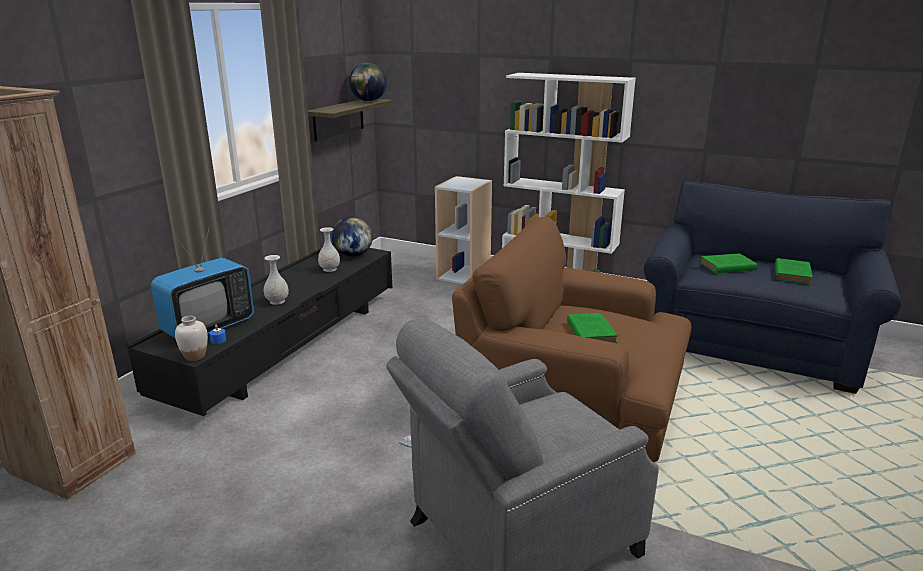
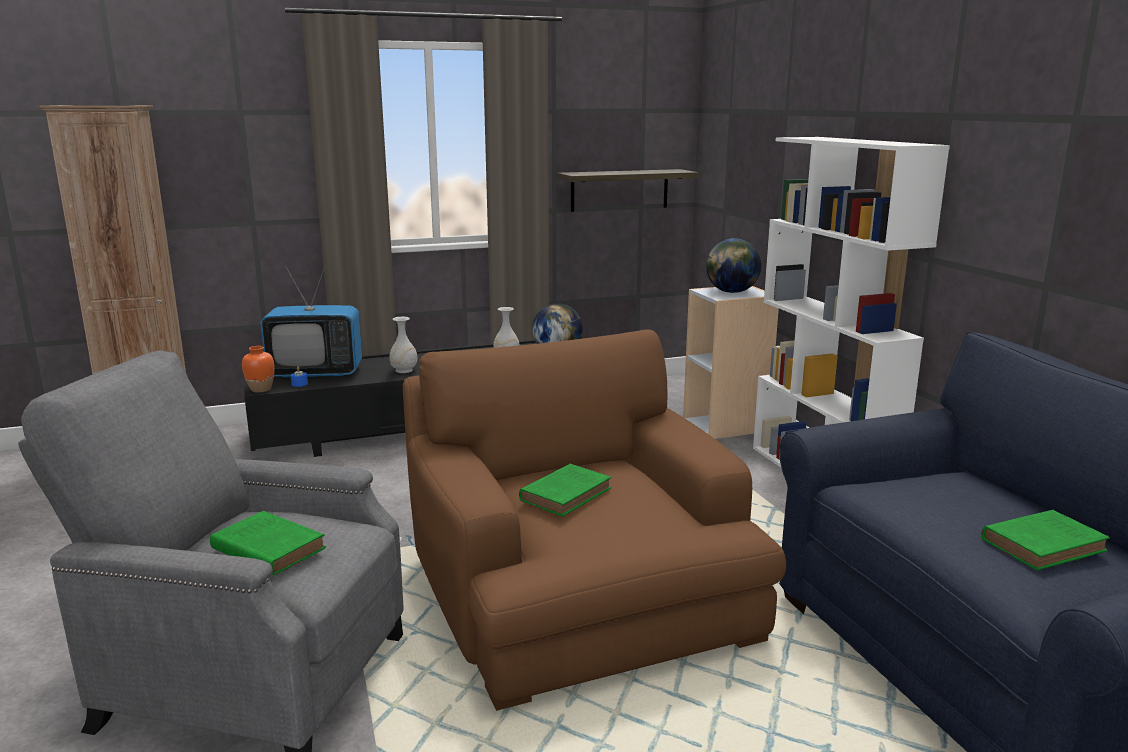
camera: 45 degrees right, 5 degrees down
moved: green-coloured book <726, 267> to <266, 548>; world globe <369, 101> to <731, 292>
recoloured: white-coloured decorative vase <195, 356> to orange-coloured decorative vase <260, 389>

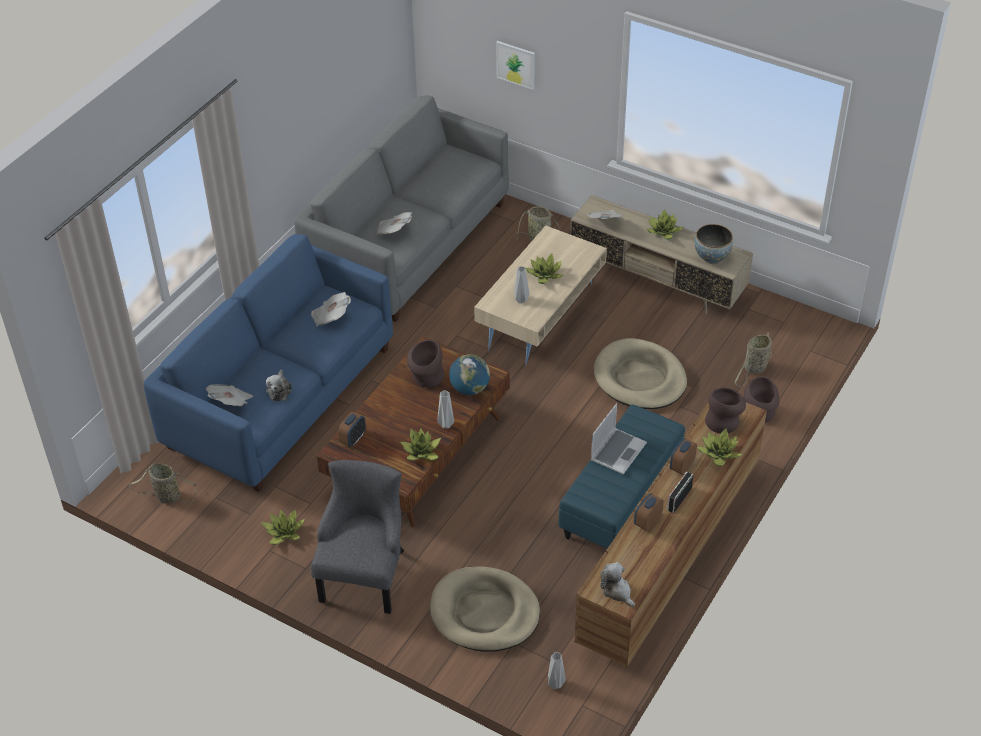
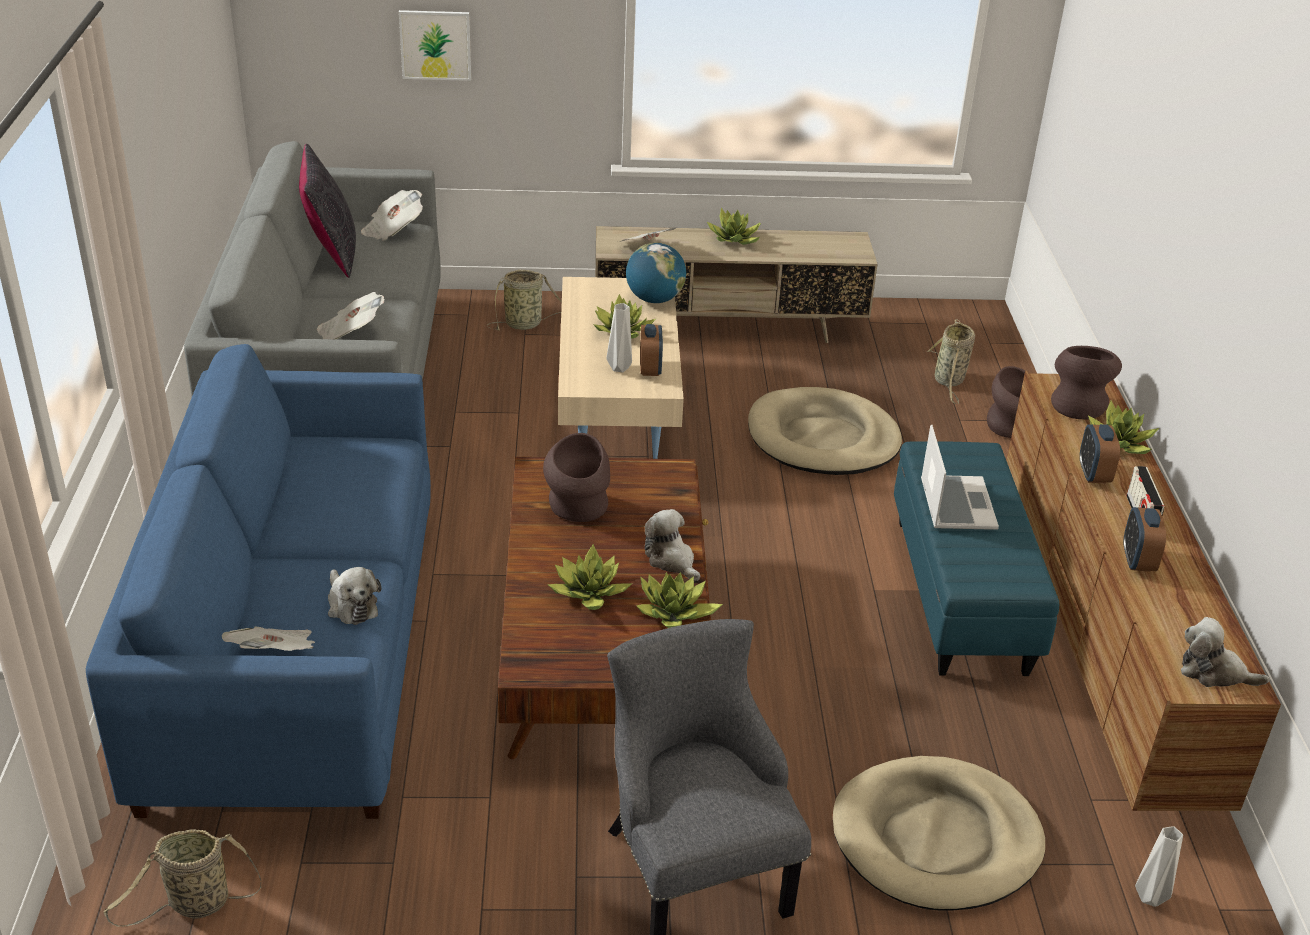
camera: 35 degrees left, 10 degrees down
removed: serving bowl <711, 257>
added: blackish cushion <331, 253>
moved: newspaper <331, 317> to <392, 230>; houseplant <283, 533> to <589, 593>; world globe <470, 389> to <654, 299>; table clock <353, 439> to <650, 369>
replaced: grey decorative vase <445, 424> to cuddly toy <672, 560>

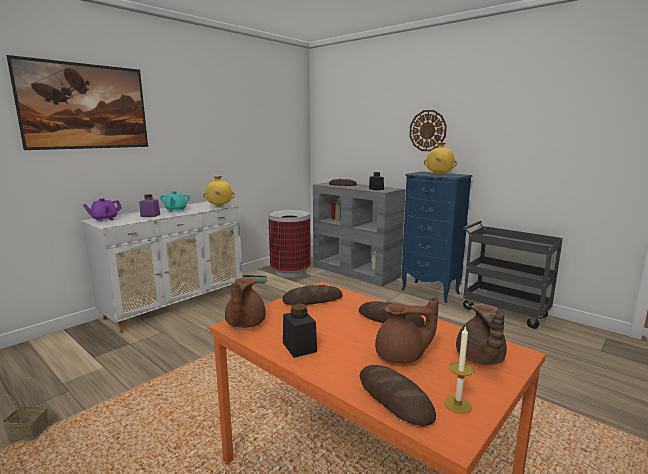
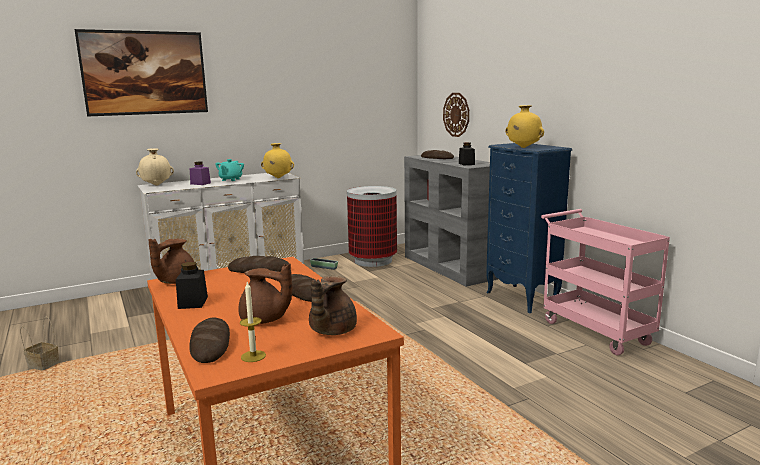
camera: 20 degrees right, 0 degrees up
moved: wall clock <427, 130> to <456, 114>
replaced: purplish tea pot <104, 219> to sand-coloured decorative vase <157, 185>
recoloured: grey cart <502, 312> to pink cart <593, 333>

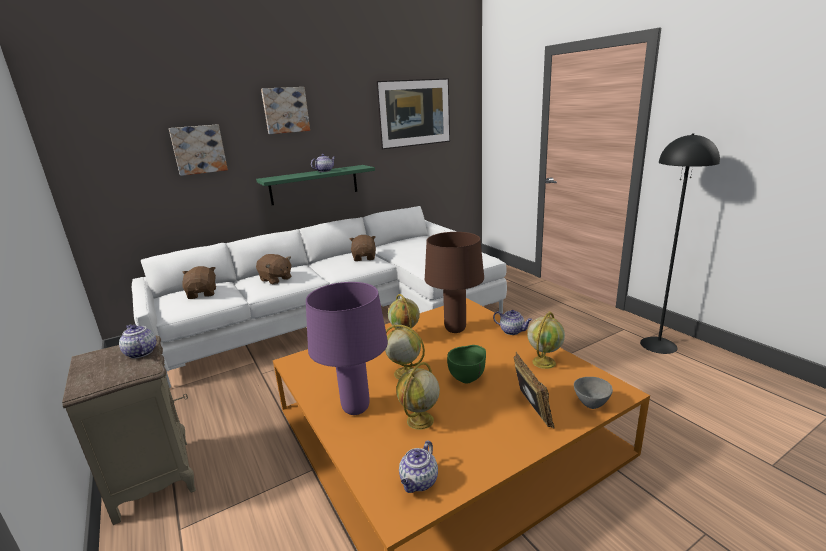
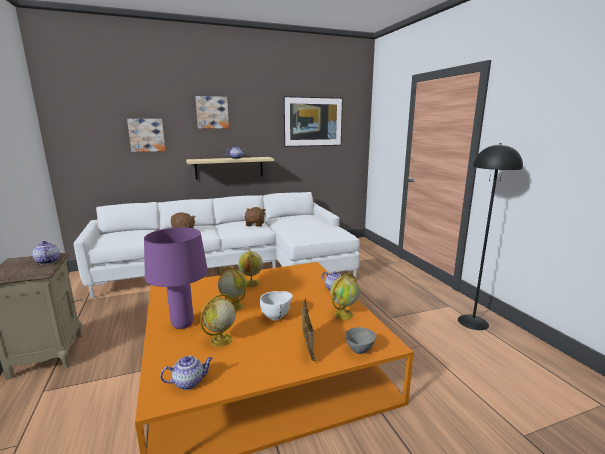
camera: 10 degrees right, 5 degrees down
removed: brown cuddly toy <203, 293>; brown table lamp <454, 329>
recoloured: green-coloured shelf <314, 184> to sand-coloured shelf <229, 168>; green-coloured serving bowl <468, 379> to white-coloured serving bowl <277, 317>
turned: tea pot <419, 482> = <189, 382> 150 degrees counterclockwise

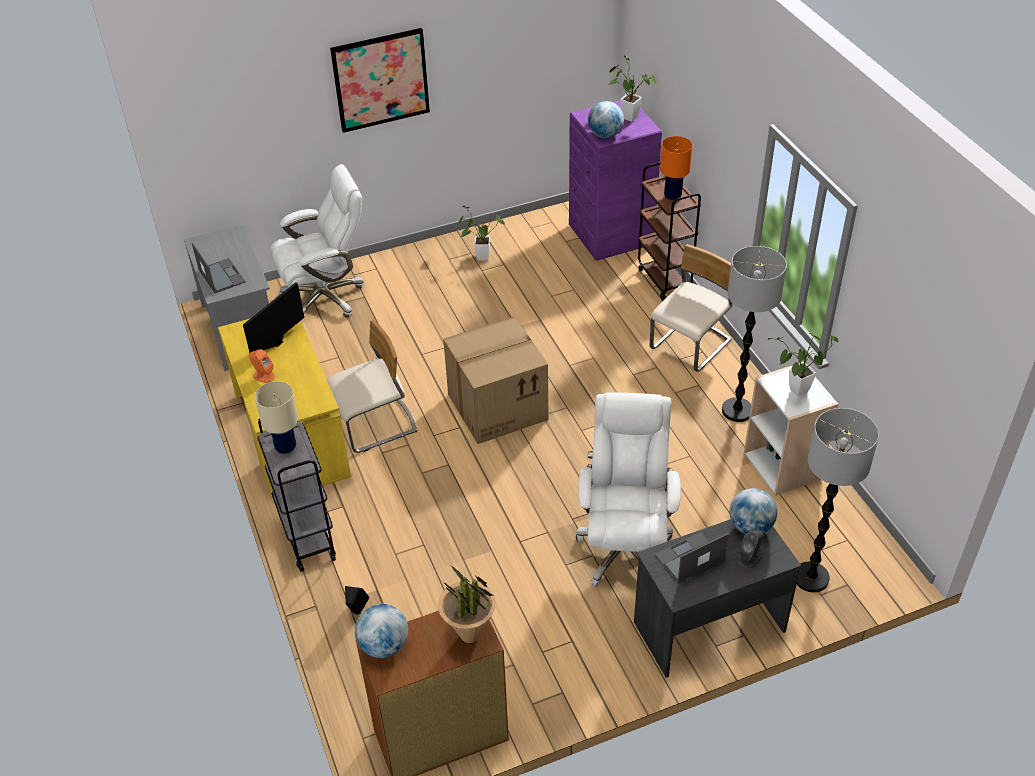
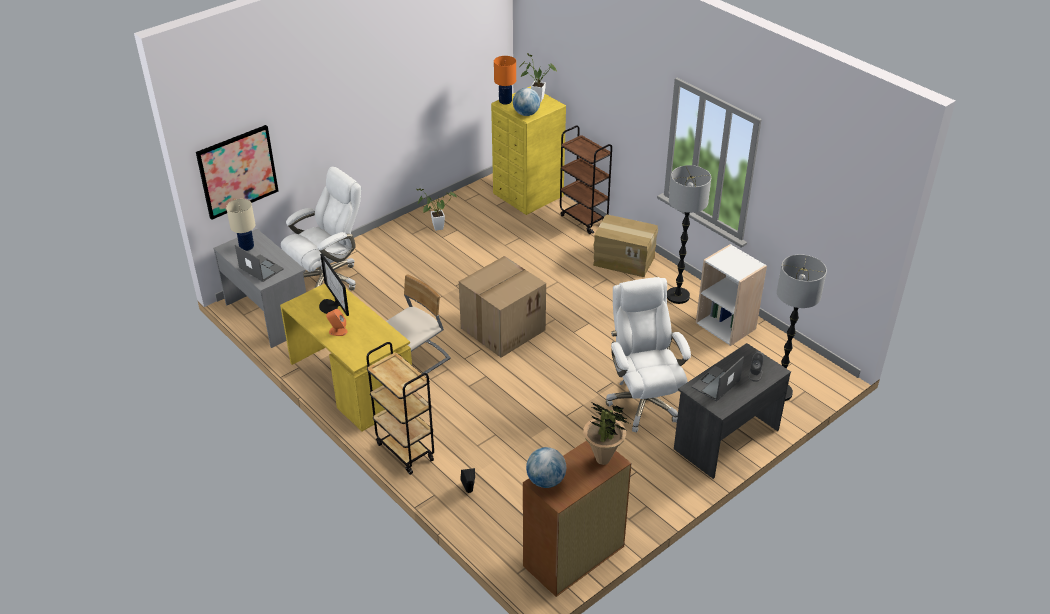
camera: 20 degrees left, 5 degrees down
removed: world globe <750, 527>; houseplant <795, 391>
moved: picture <381, 80> to <237, 171>; sand-coloured table lamp <286, 448> to <247, 248>; orange-coloured table lamp <673, 196> to <505, 102>
replaced: sand-coloured chair <691, 346> to cardboard box <624, 260>
recoloured: grey cart <307, 540> to brown cart <404, 452>; purplish dresser <610, 235> to yellow dresser <528, 195>
turned: computer screen <273, 341> = <331, 306> 45 degrees counterclockwise

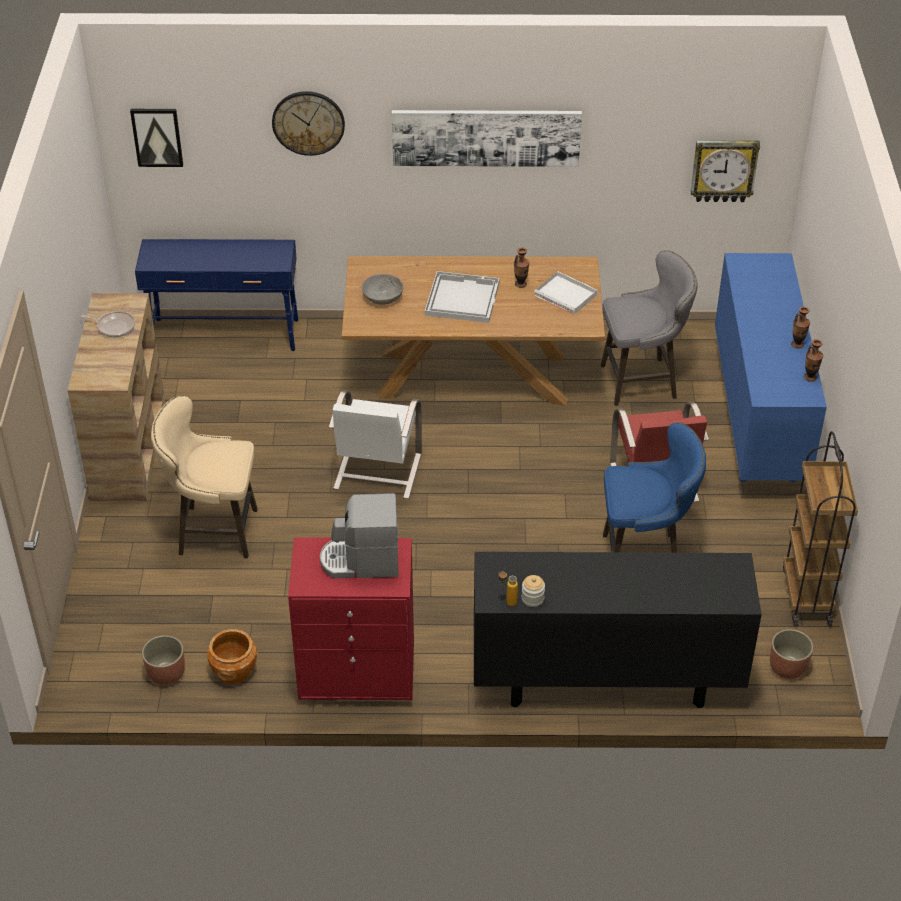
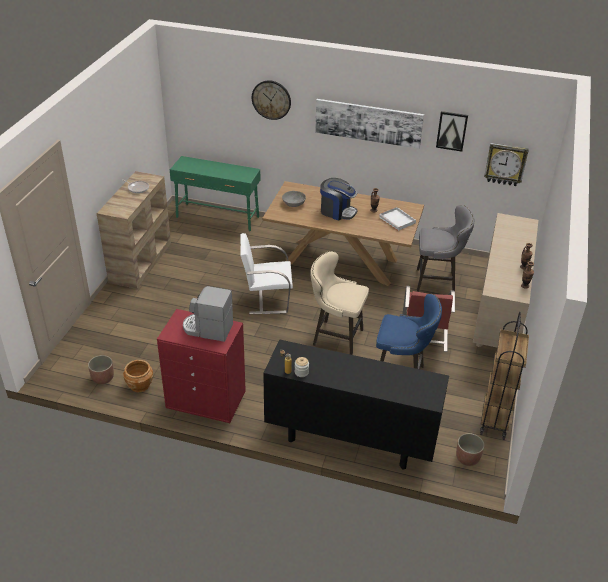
camera: 15 degrees right, 5 degrees down
moved: sand-coloured stool seat <213, 531> to <335, 336>; picture <157, 137> to <451, 131>
replaced: white-coloured tray <461, 298> to coffee brewer <337, 211>
recoloured: bluish hall table <225, 335> to green-coloured hall table <217, 217>; bluish dresser <757, 424> to sand-coloured dresser <498, 317>
turned: white-coloured chair <376, 473> = <266, 299> 60 degrees clockwise

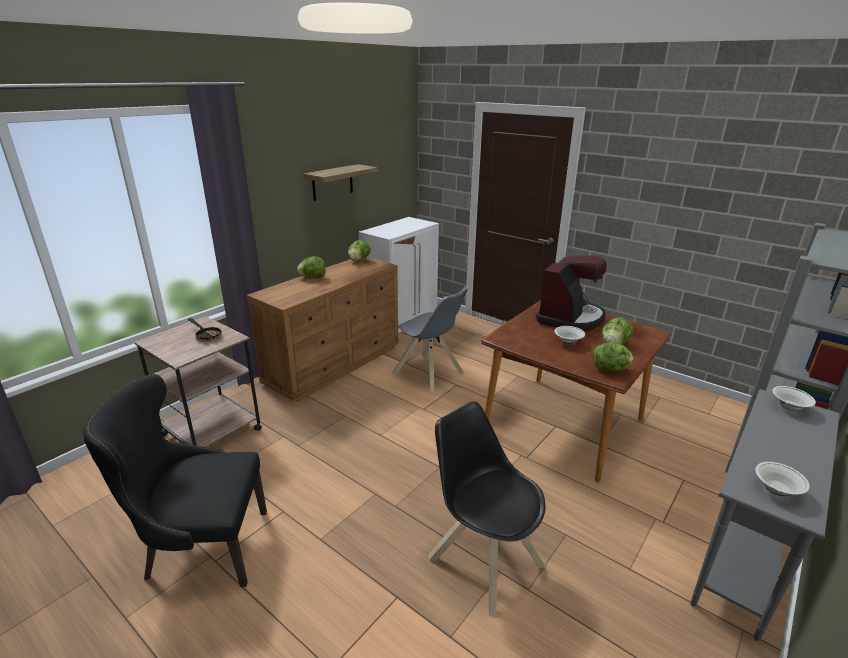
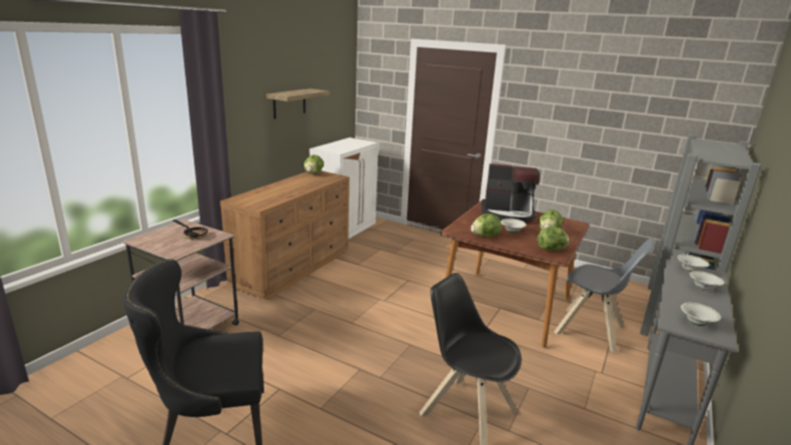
camera: 10 degrees left, 5 degrees down
added: white-coloured serving bowl <703, 288>
moved: head of lettuce <312, 278> to <484, 236>; grey chair <429, 374> to <592, 331>
turned: coffee brewer <570, 318> = <507, 214> 75 degrees clockwise

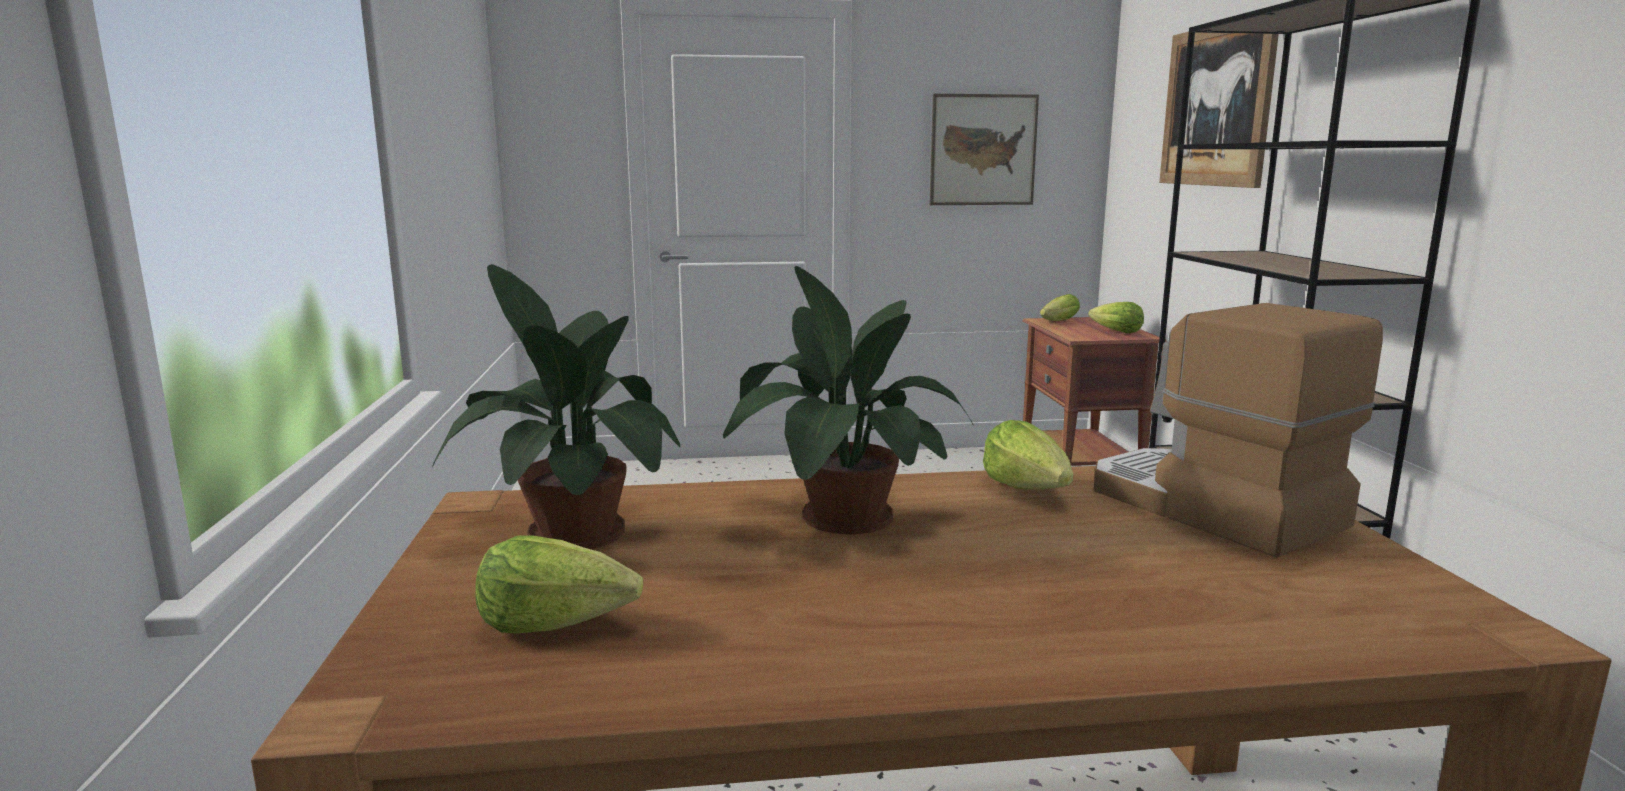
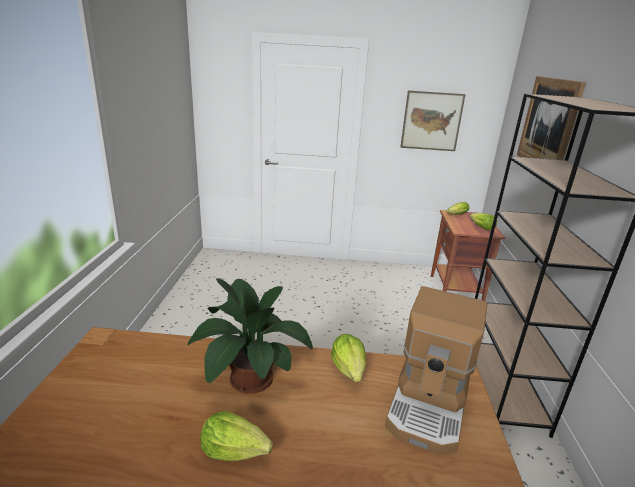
camera: 10 degrees right, 10 degrees up
removed: houseplant <571, 529>
moved: head of lettuce <557, 622> to <234, 450>
turned: coffee brewer <1210, 508> = <430, 403> 135 degrees counterclockwise

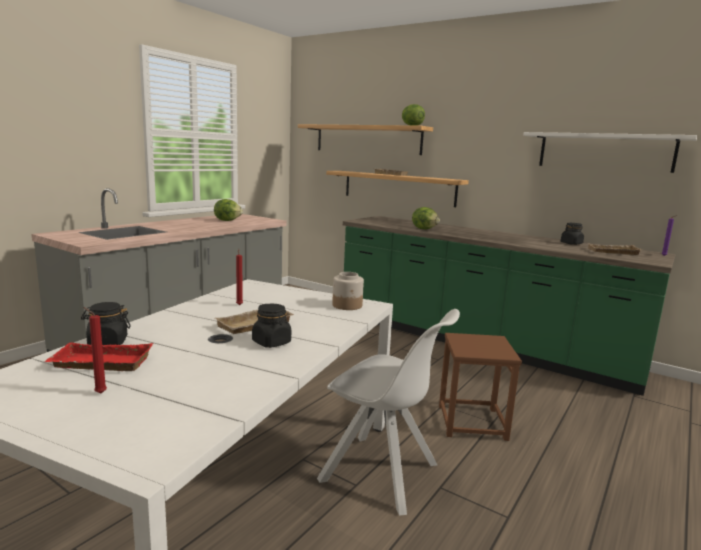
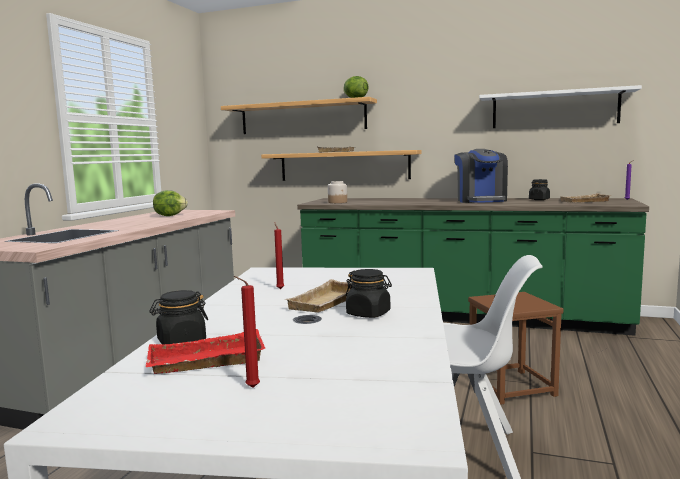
camera: 15 degrees left, 5 degrees down
removed: head of lettuce <425, 229>
added: coffee brewer <481, 201>
moved: storage jar <347, 305> to <338, 202>

